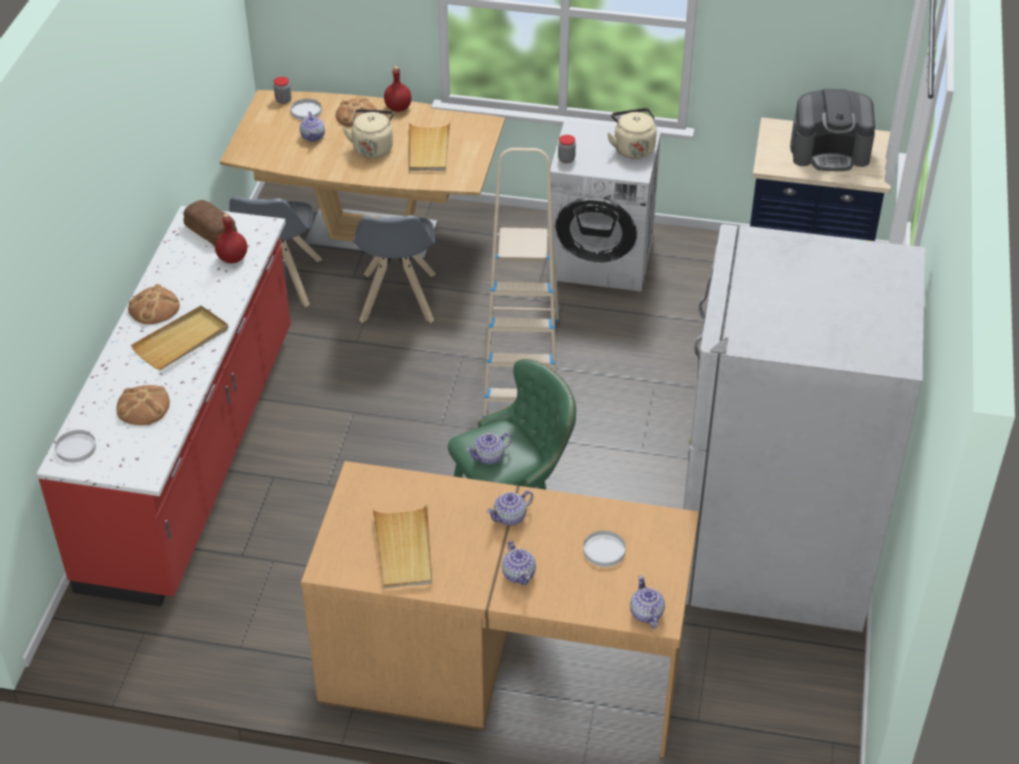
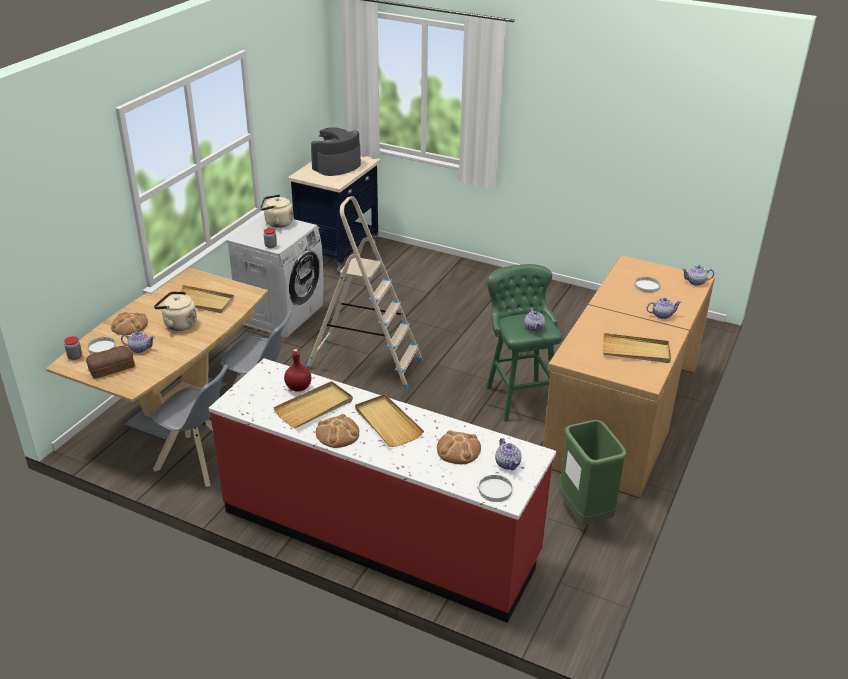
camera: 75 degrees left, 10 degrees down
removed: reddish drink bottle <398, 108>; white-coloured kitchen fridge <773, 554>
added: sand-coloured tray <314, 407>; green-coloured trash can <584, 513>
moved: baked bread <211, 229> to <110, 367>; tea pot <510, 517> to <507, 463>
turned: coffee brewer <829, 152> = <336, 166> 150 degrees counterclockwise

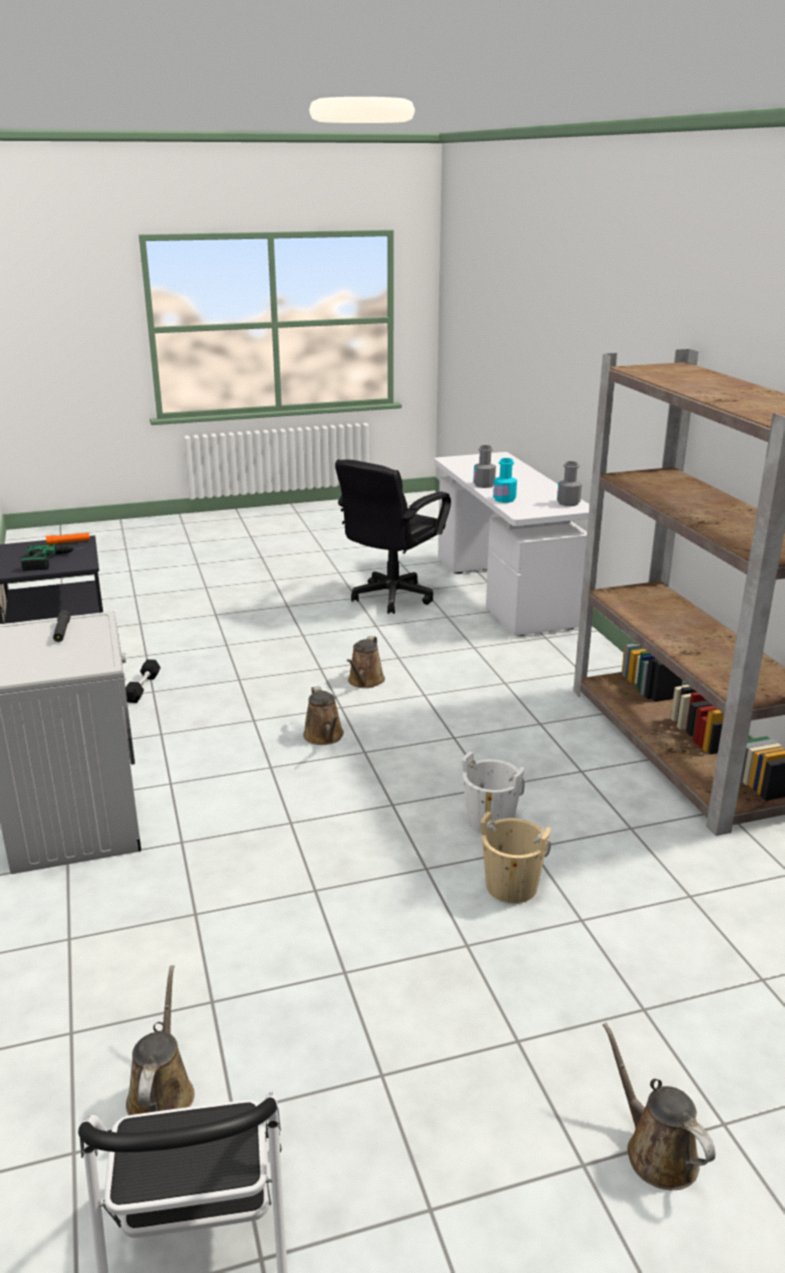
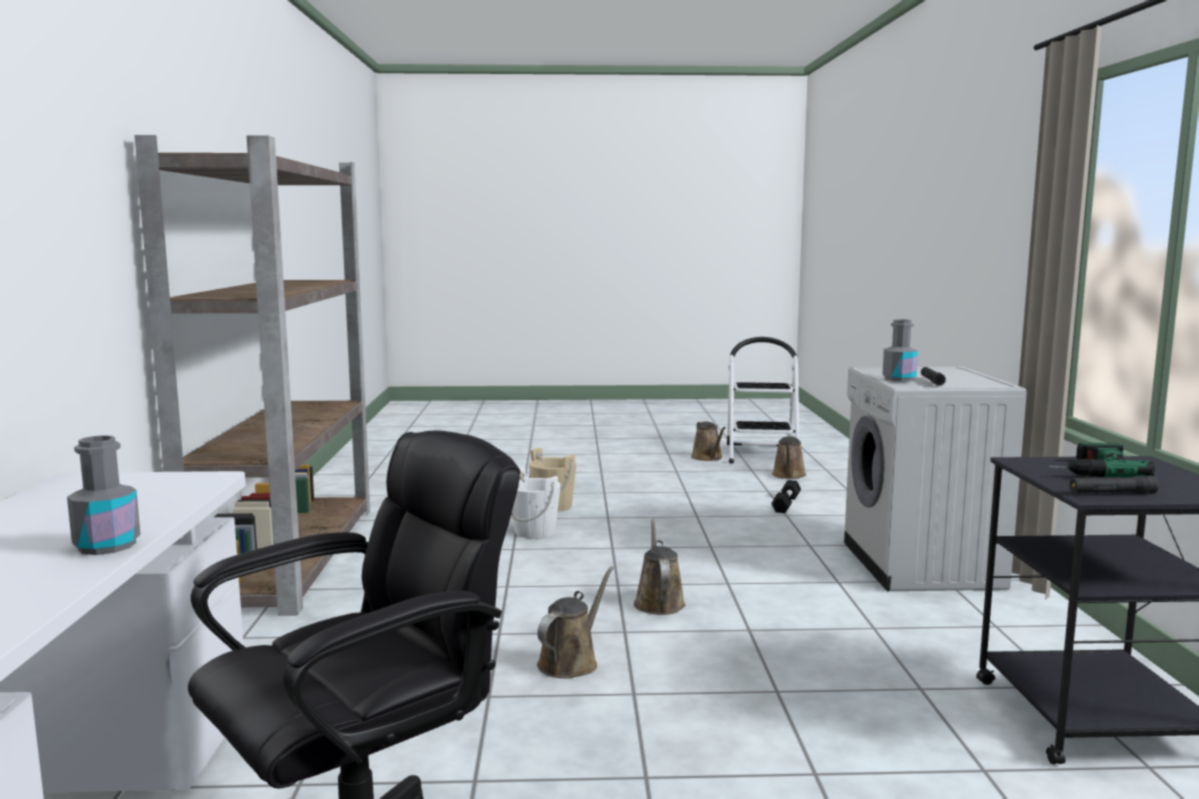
camera: 165 degrees left, 15 degrees down
removed: turquoise-coloured drink bottle <504, 499>
moved: brown sprinkling can <656, 1151> to <708, 458>; blackish hand weight <143, 688> to <786, 504>; grey drink bottle <568, 503> to <899, 379>
recoloured: orange-coloured torch <68, 542> to blackish torch <1111, 493>

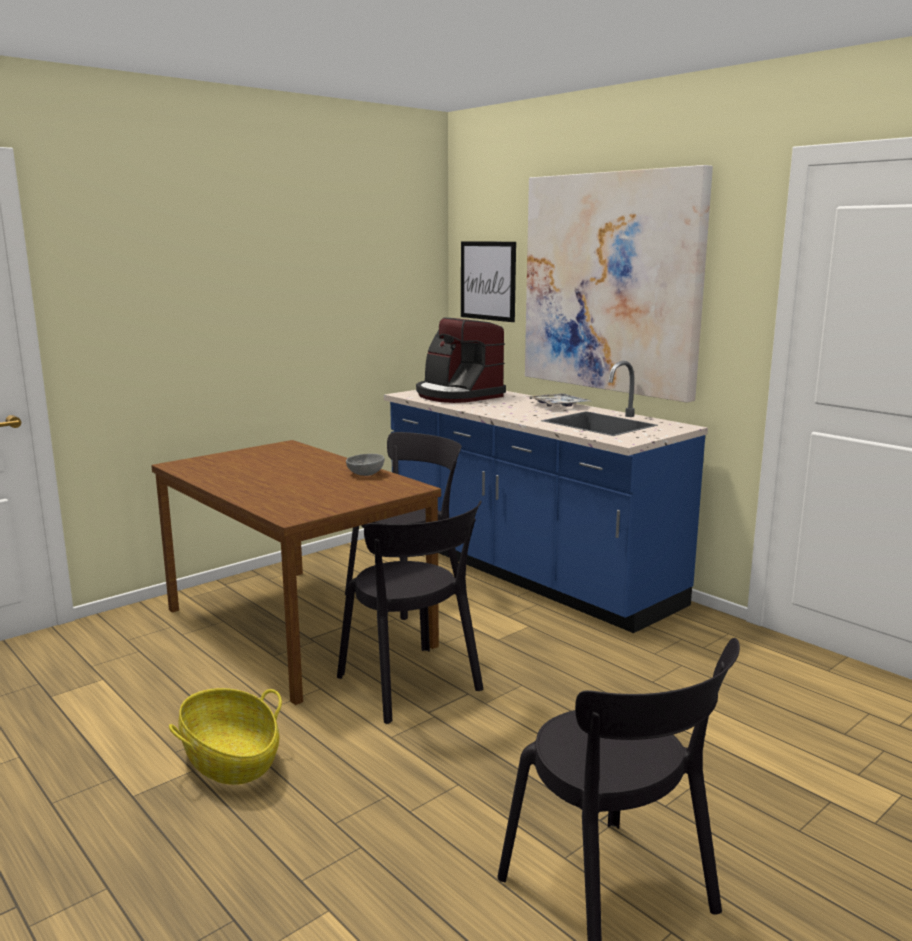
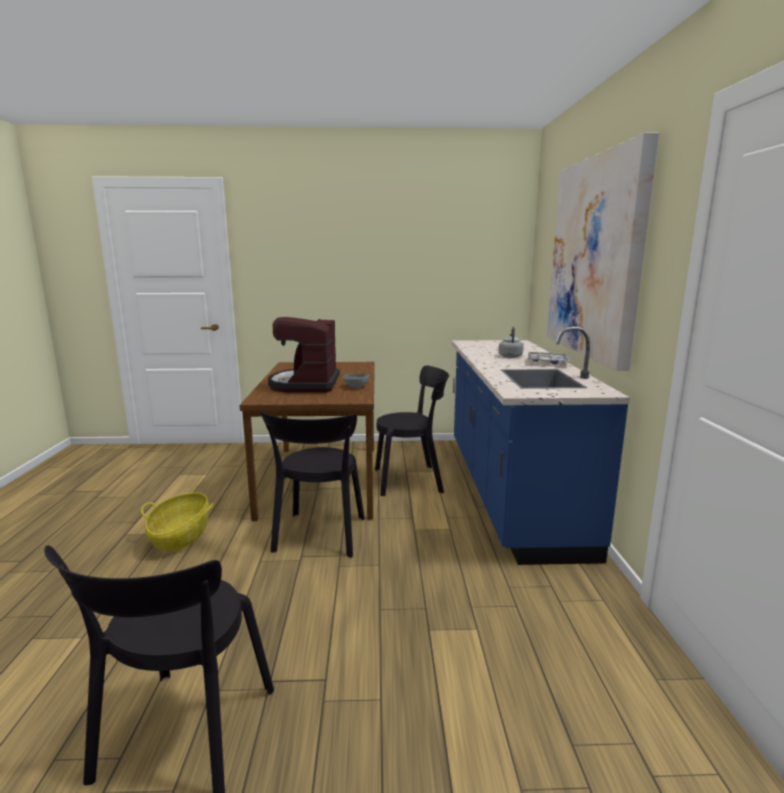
camera: 40 degrees right, 0 degrees up
removed: picture <488, 280>
added: grey kettle <510, 356>
moved: coffee brewer <457, 395> to <306, 384>

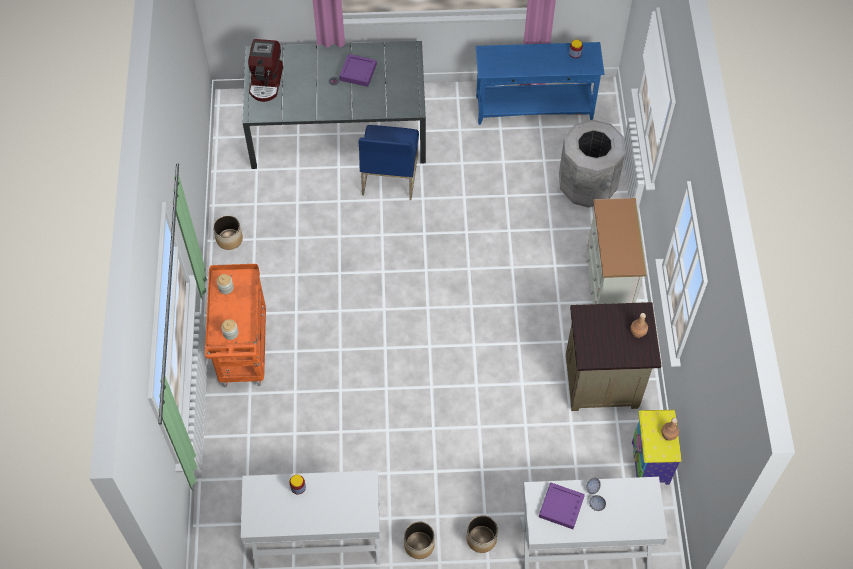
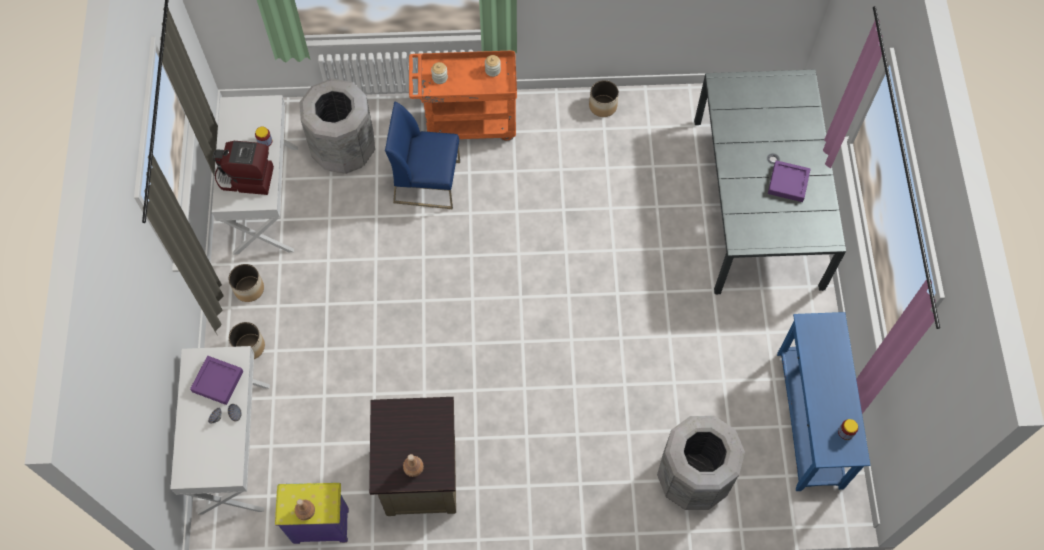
camera: 90 degrees right, 5 degrees up
removed: white-coloured dresser <606, 289>
added: grey trash can <344, 150>
moved: coffee brewer <266, 82> to <246, 179>; bluish chair <389, 175> to <427, 181>

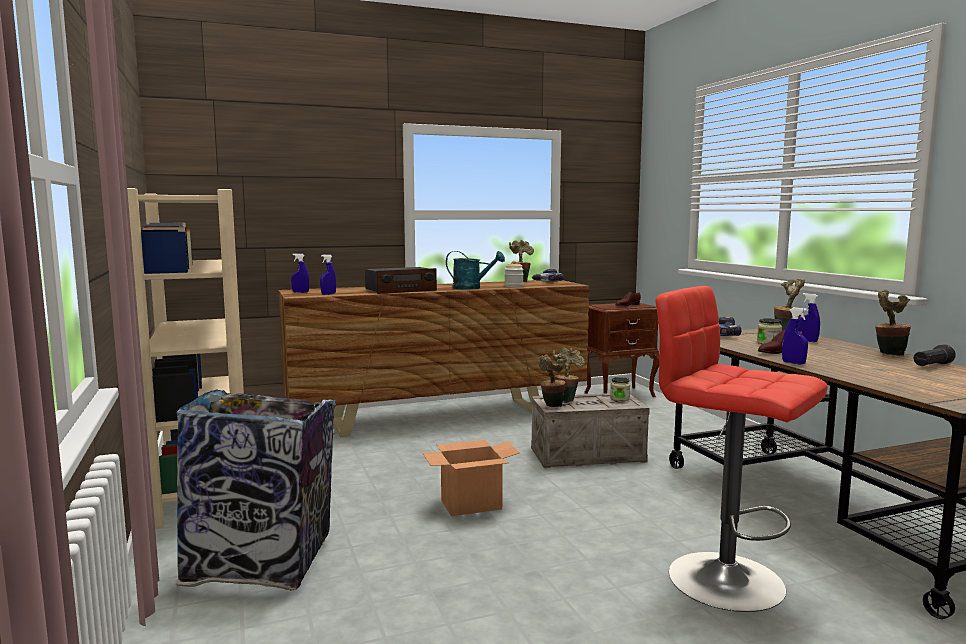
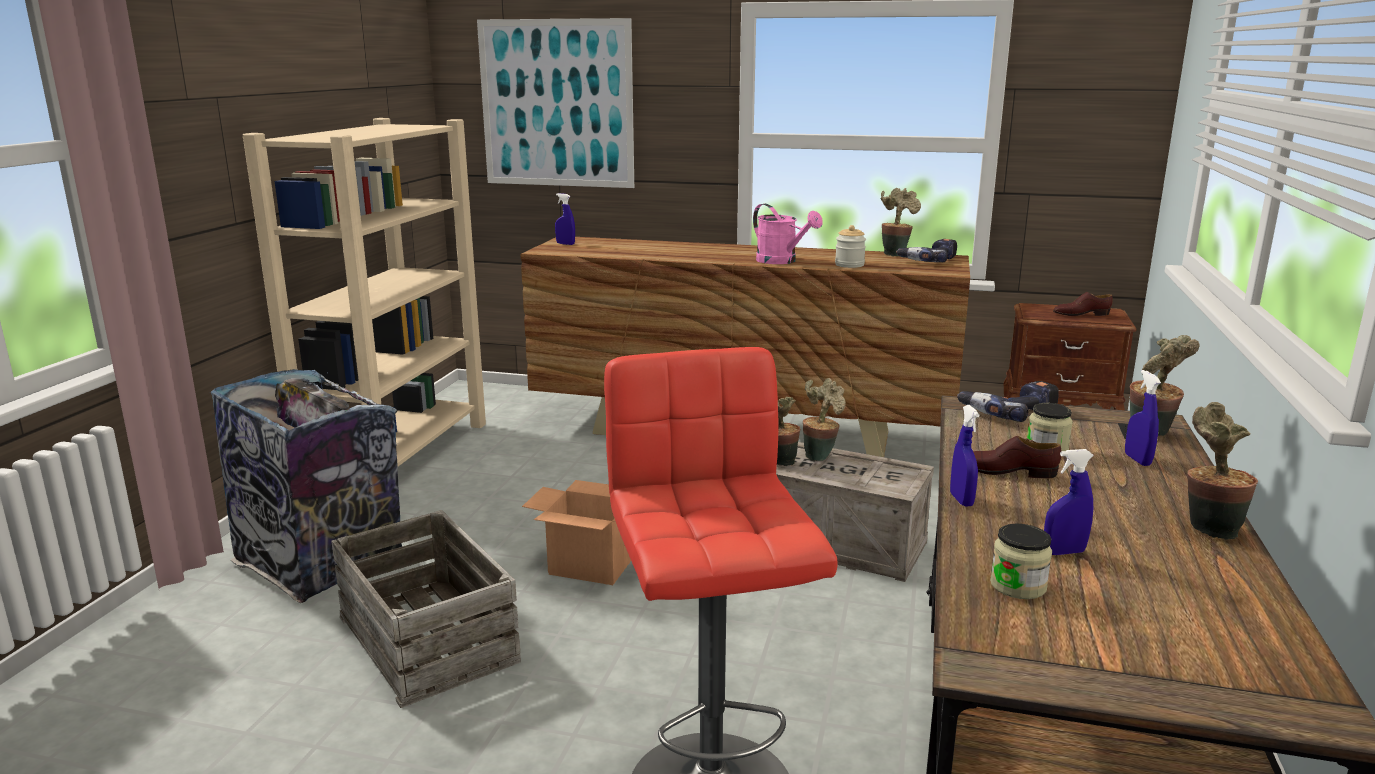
camera: 35 degrees right, 10 degrees up
removed: radio receiver <400, 290>; blackish torch <932, 366>
added: shipping crate <429, 638>; picture <556, 104>
moved: storage jar <620, 398> to <1018, 586>; bluish sprayer <328, 294> to <1064, 552>
recoloured: turquoise-coloured sprinkling can <472, 288> to pink sprinkling can <782, 261>

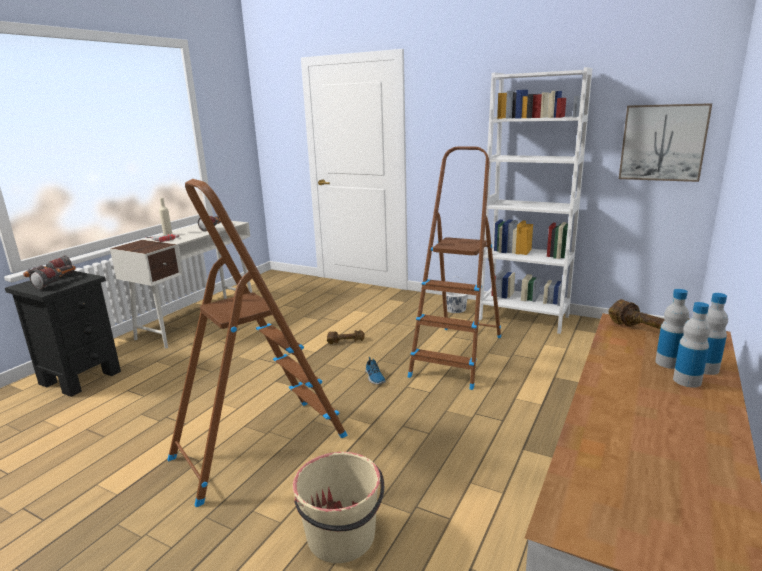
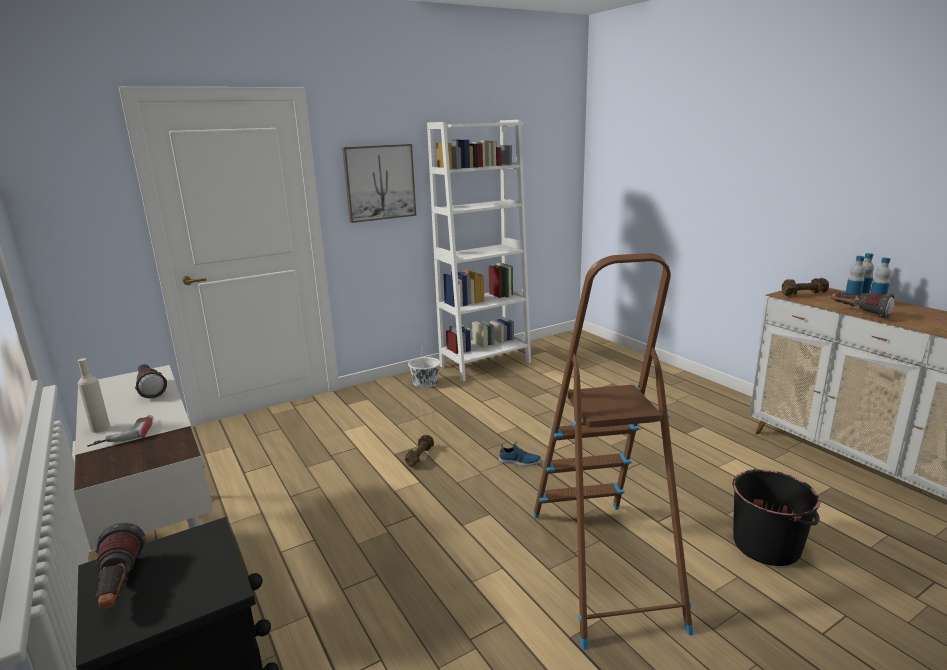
camera: 60 degrees left, 0 degrees up
removed: brown step stool <457, 355>
moved: picture <662, 142> to <379, 182>; torch <57, 283> to <858, 313>
recoloured: sand-coloured bucket <342, 537> to blackish bucket <767, 545>

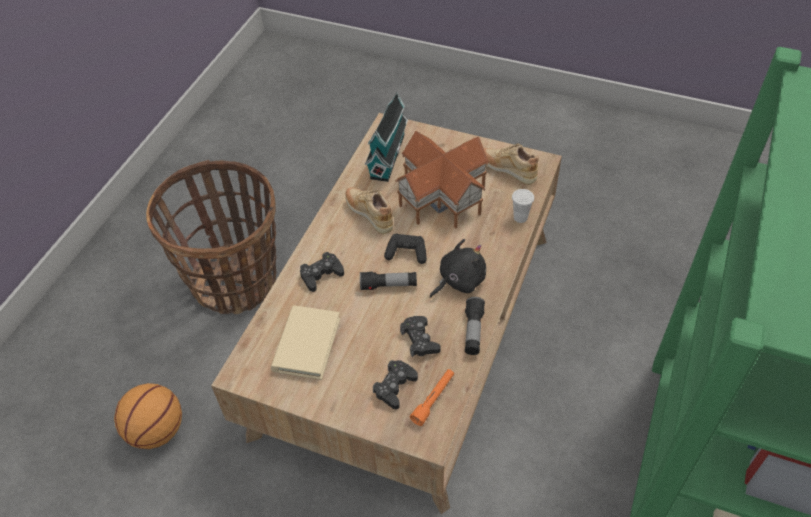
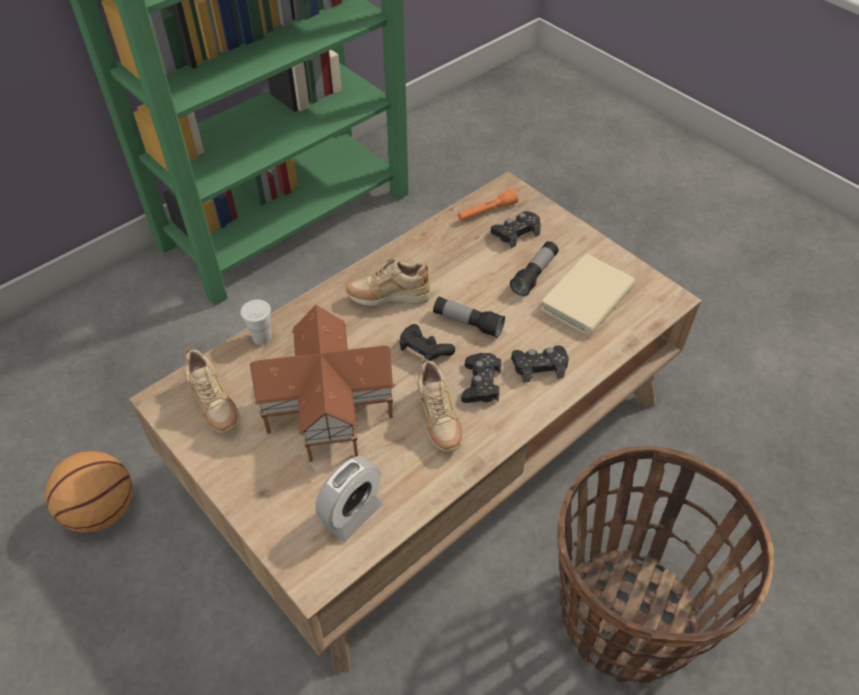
camera: 155 degrees left, 0 degrees up
moved: ball for basketball <157, 431> to <102, 510>; blackish gamepad <420, 340> to <481, 383>; torch <473, 331> to <534, 275>
replaced: model house <388, 154> to table clock <351, 513>; blackish cuddly toy <459, 280> to sand-coloured item of footwear <388, 297>

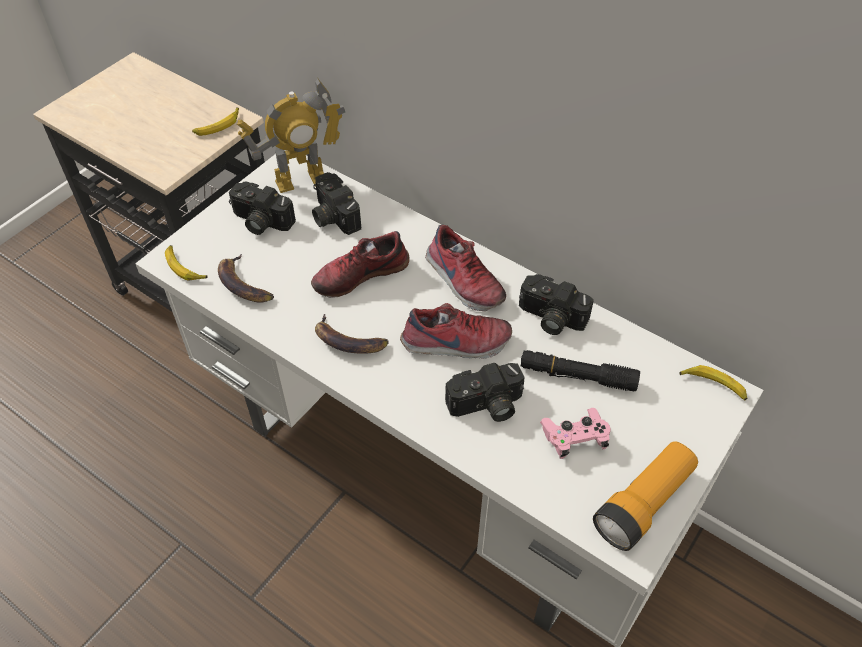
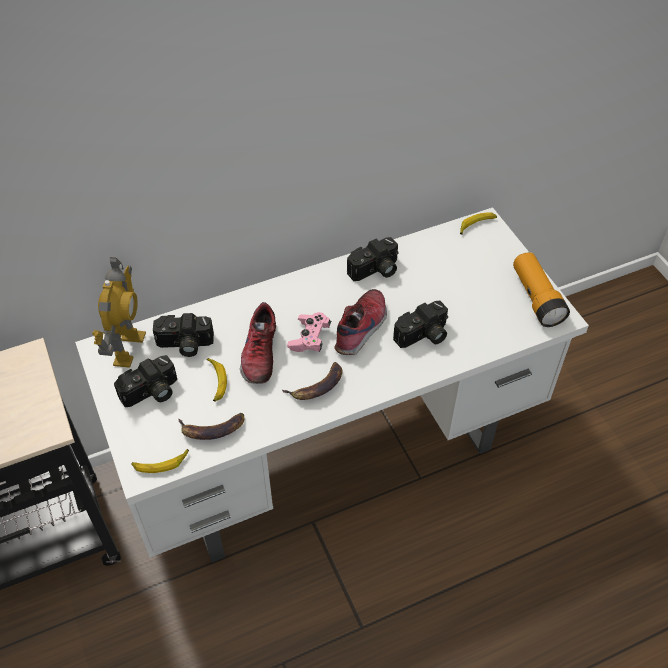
camera: 60 degrees left, 0 degrees up
removed: item of footwear <462, 281>; blackish torch <577, 376>
moved: banana fruit <218, 126> to <216, 382>; pink gamepad <574, 438> to <309, 338>
turned: still camera <486, 406> = <423, 336> 45 degrees clockwise

